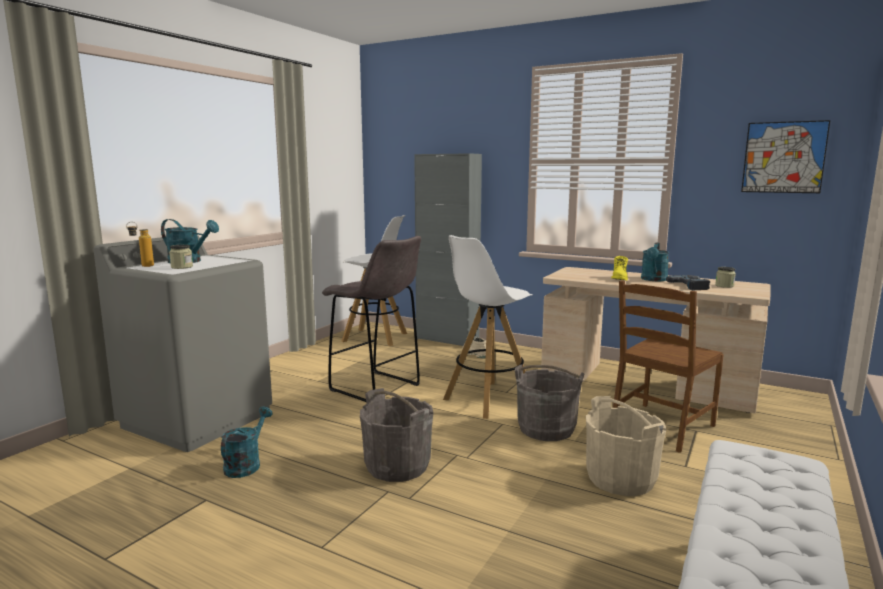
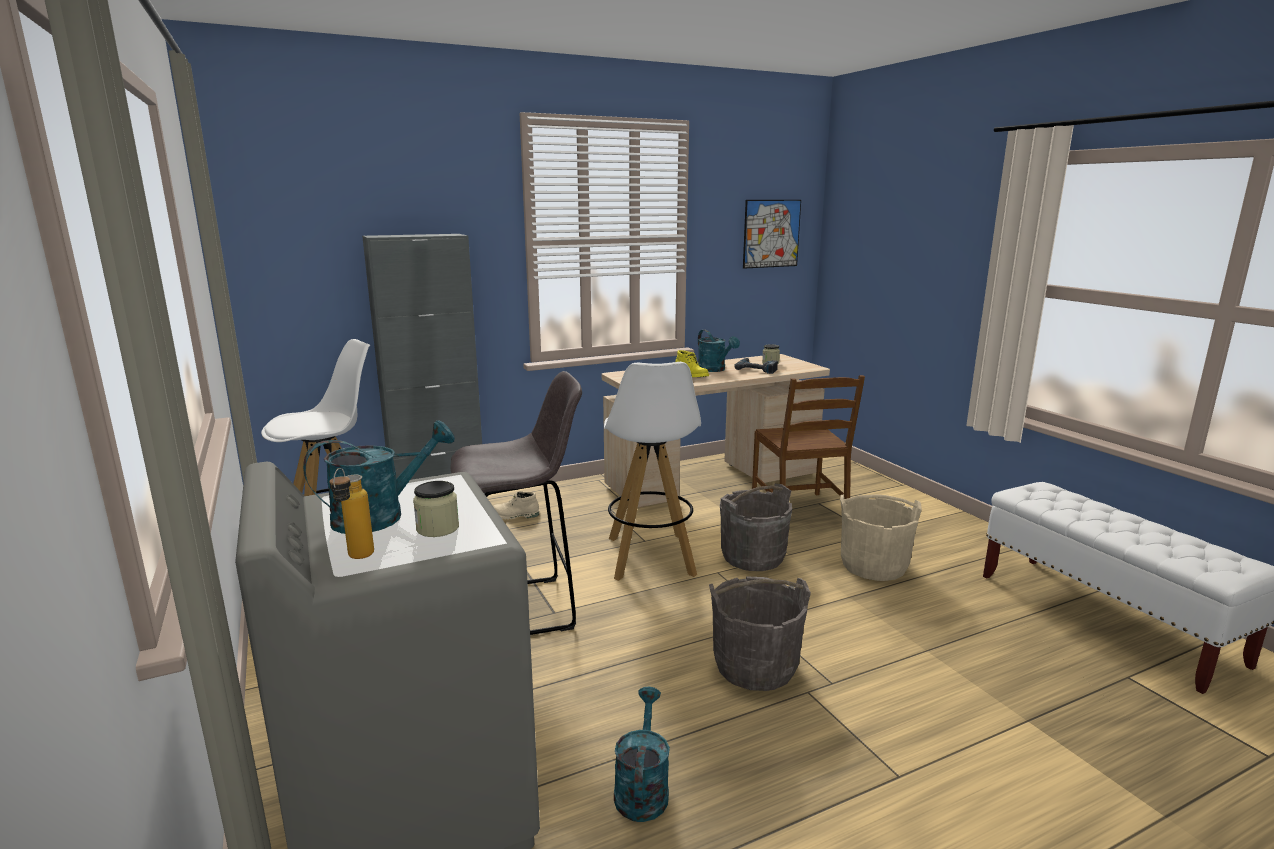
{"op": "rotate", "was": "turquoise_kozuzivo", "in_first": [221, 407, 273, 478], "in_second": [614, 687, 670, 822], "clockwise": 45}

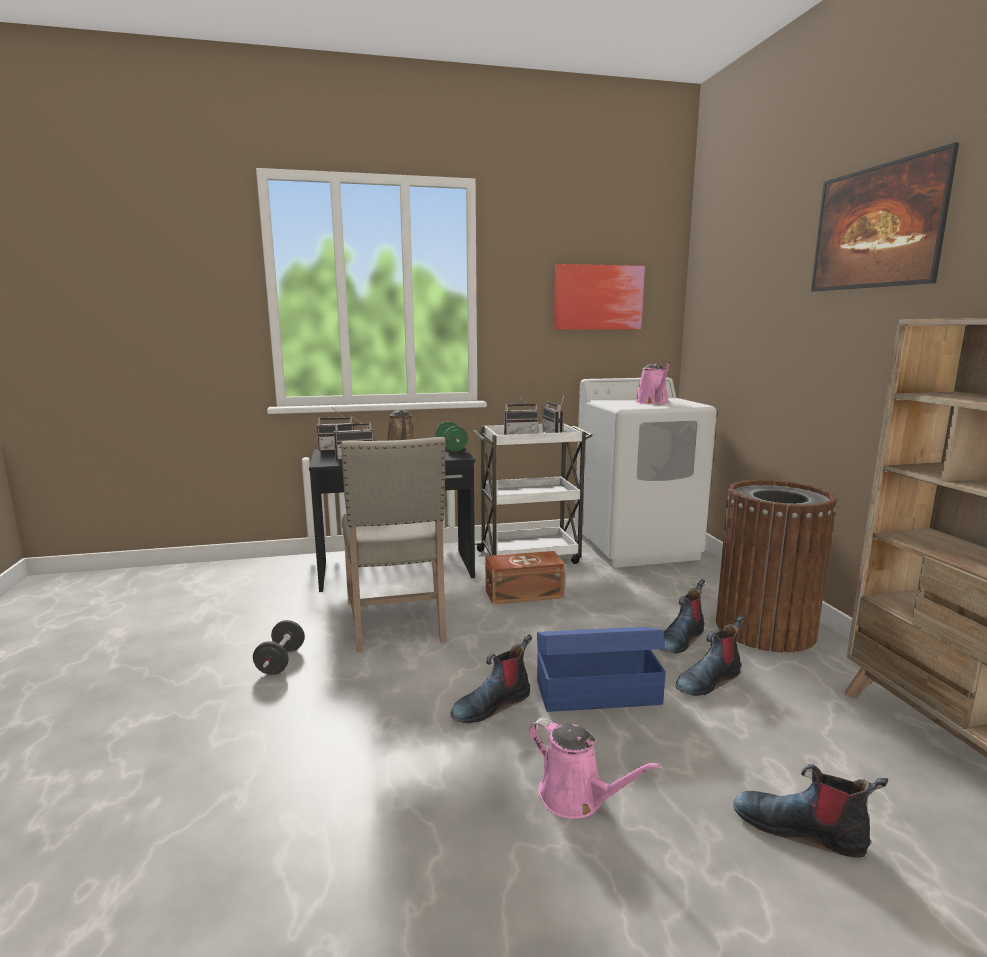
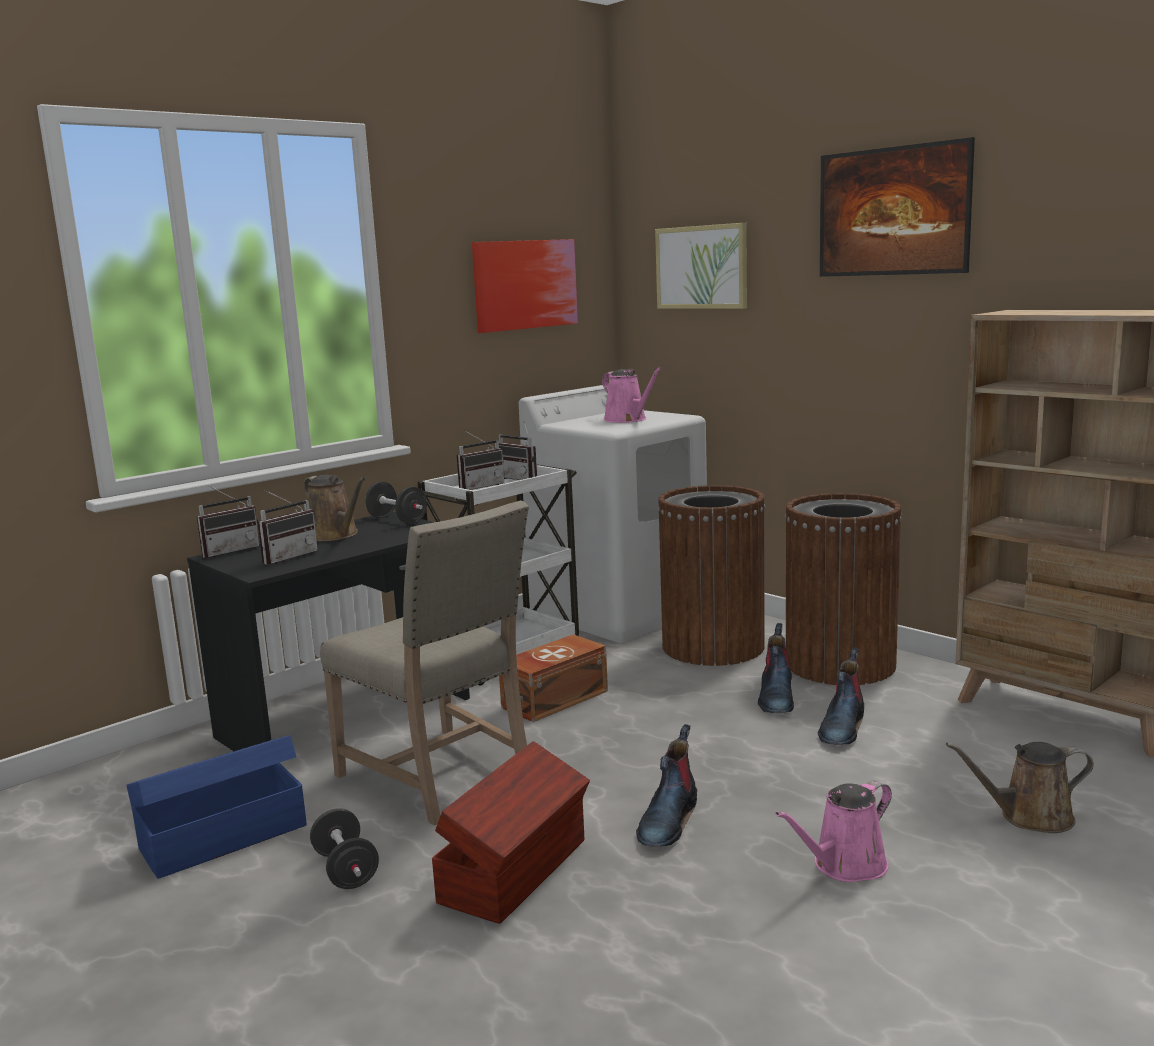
{"op": "recolor", "was": "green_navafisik", "now": "black_navafisik", "in_first": [436, 421, 468, 452], "in_second": [365, 482, 427, 524]}
{"op": "move", "was": "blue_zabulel", "in_first": [537, 627, 666, 712], "in_second": [127, 735, 306, 879]}
{"op": "rotate", "was": "pink_kozuzivo", "in_first": [529, 717, 661, 819], "in_second": [775, 780, 892, 882], "clockwise": 135}
{"op": "replace", "was": "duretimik", "now": "brown_kozuzivo", "in_first": [733, 764, 888, 858], "in_second": [946, 742, 1094, 833]}
{"op": "insert", "now": "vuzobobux", "in_second": [655, 223, 747, 309]}
{"op": "insert", "now": "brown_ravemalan", "in_second": [658, 485, 765, 666]}
{"op": "insert", "now": "brown_zabulel", "in_second": [432, 741, 590, 924]}

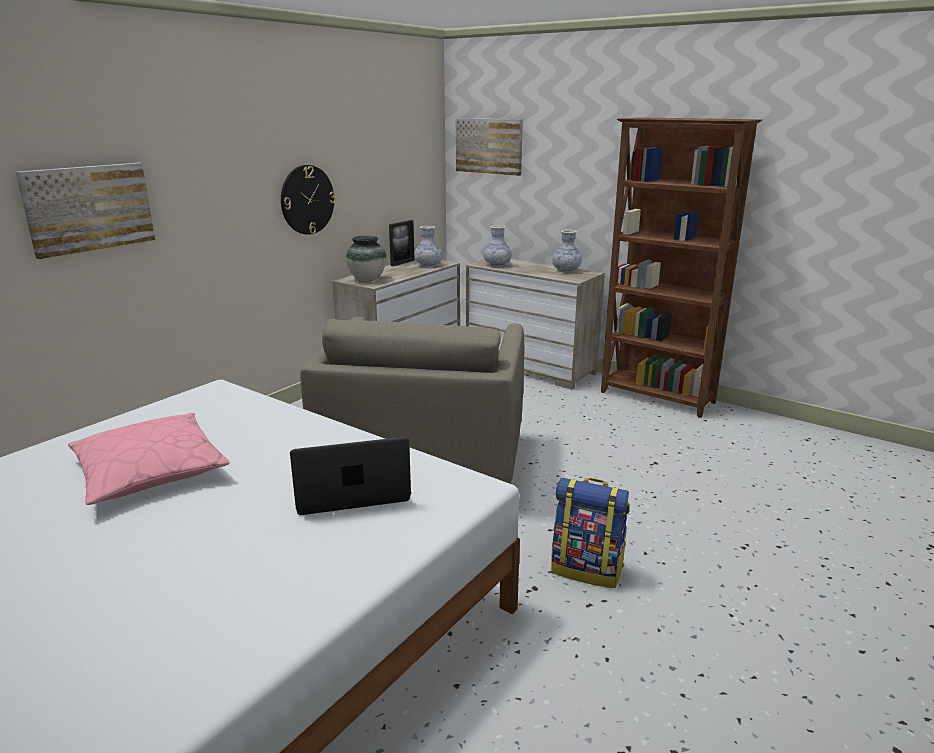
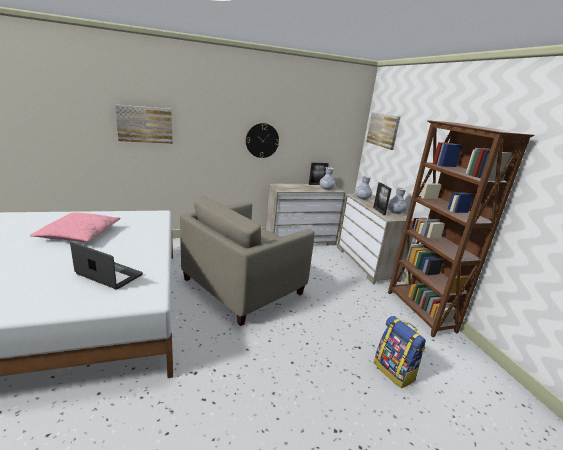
{"op": "delete", "was": "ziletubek", "in_first": [346, 236, 386, 281]}
{"op": "move", "was": "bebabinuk", "in_first": [551, 478, 629, 588], "in_second": [374, 316, 426, 388]}
{"op": "insert", "now": "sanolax", "in_second": [373, 182, 391, 215]}

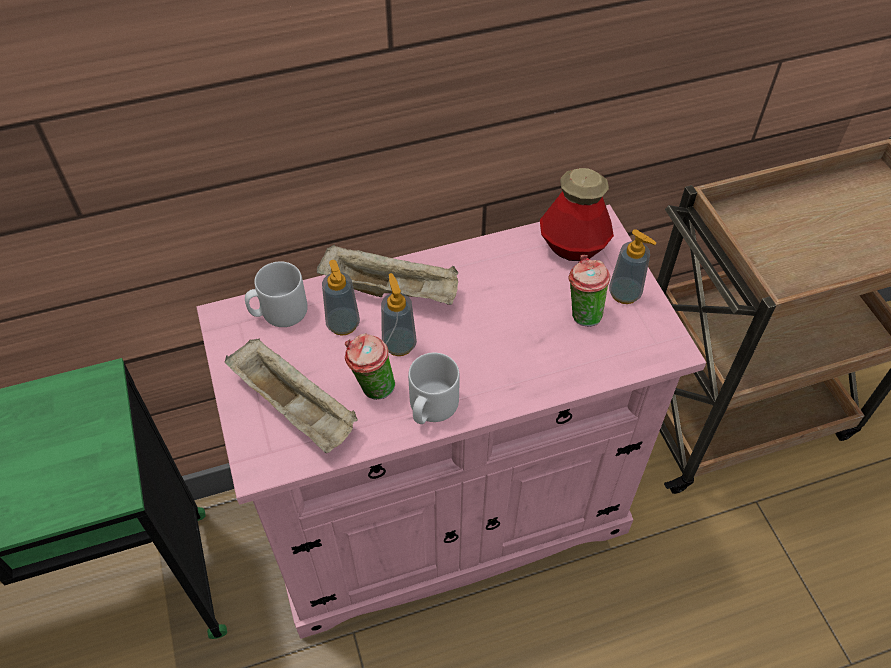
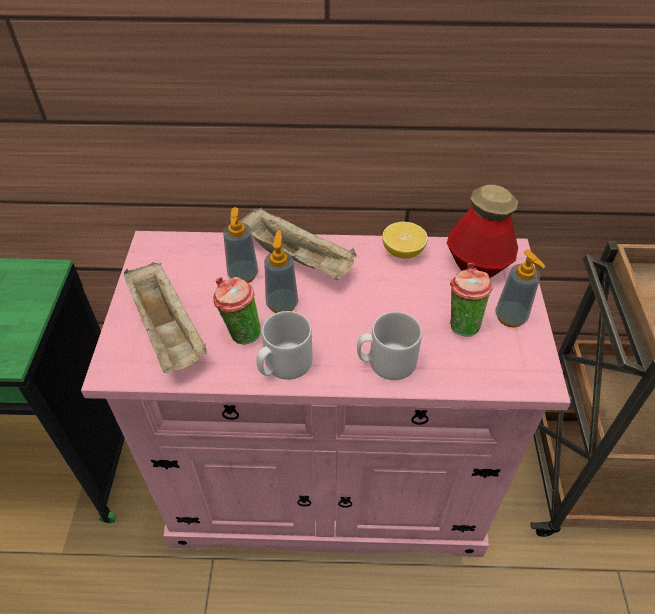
{"op": "move", "was": "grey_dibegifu", "in_first": [245, 262, 308, 327], "in_second": [357, 312, 422, 380]}
{"op": "insert", "now": "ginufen", "in_second": [382, 222, 428, 259]}

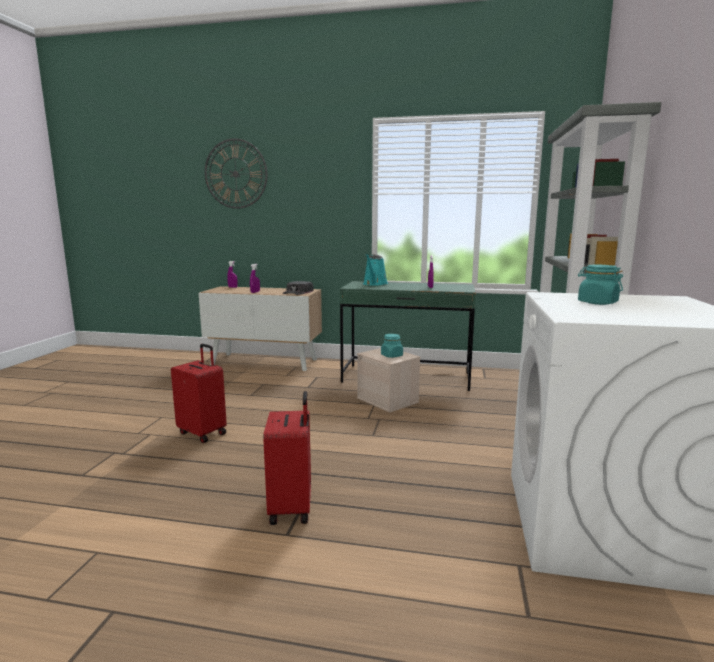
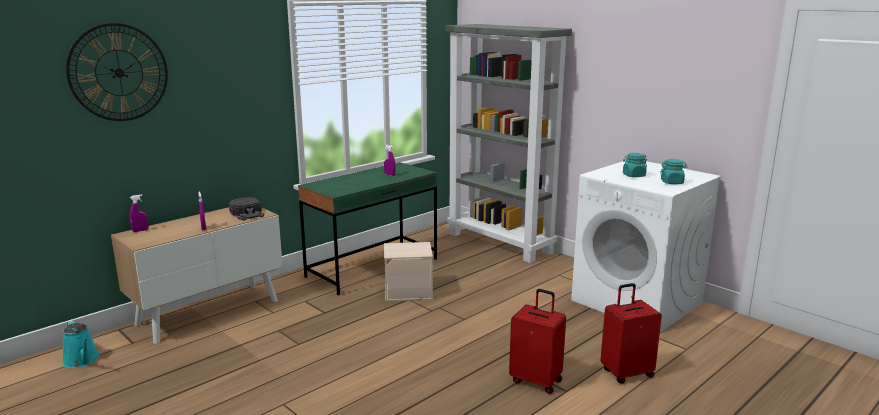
{"op": "move", "was": "turquoise_kozuzivo", "in_first": [363, 254, 388, 286], "in_second": [62, 320, 100, 368]}
{"op": "move", "was": "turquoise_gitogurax", "in_first": [381, 334, 403, 358], "in_second": [660, 159, 688, 184]}
{"op": "move", "was": "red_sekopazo", "in_first": [171, 344, 227, 443], "in_second": [600, 283, 662, 384]}

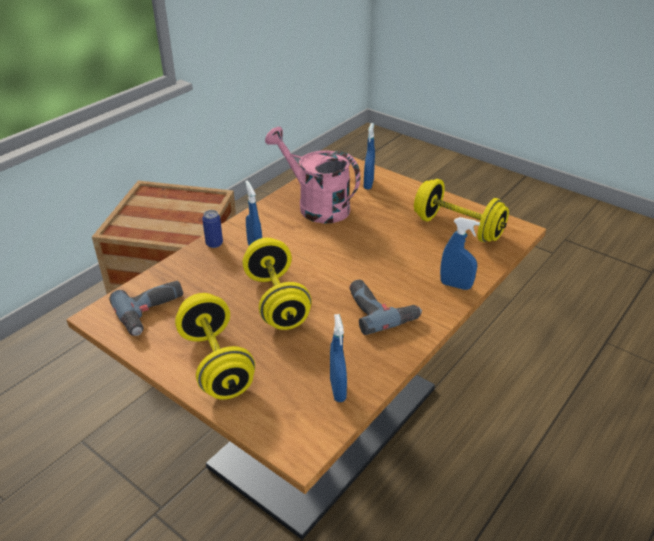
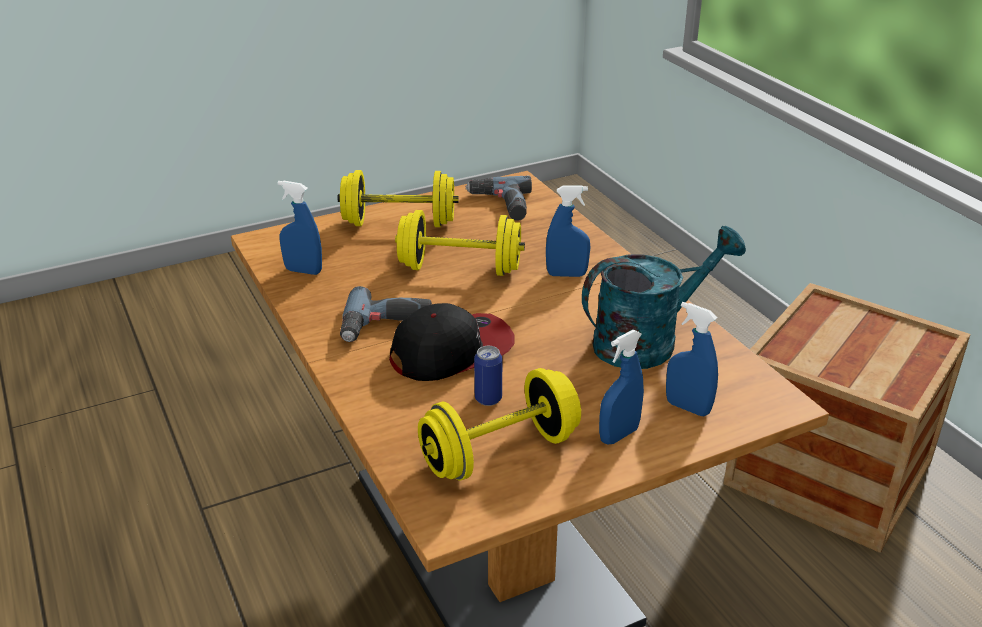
{"op": "recolor", "was": "pink_kozuzivo", "now": "turquoise_kozuzivo", "in_first": [265, 127, 360, 224], "in_second": [582, 226, 746, 369]}
{"op": "move", "was": "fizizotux", "in_first": [202, 210, 223, 248], "in_second": [474, 346, 502, 406]}
{"op": "move", "was": "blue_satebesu", "in_first": [440, 217, 480, 290], "in_second": [599, 330, 644, 445]}
{"op": "insert", "now": "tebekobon", "in_second": [389, 303, 514, 381]}

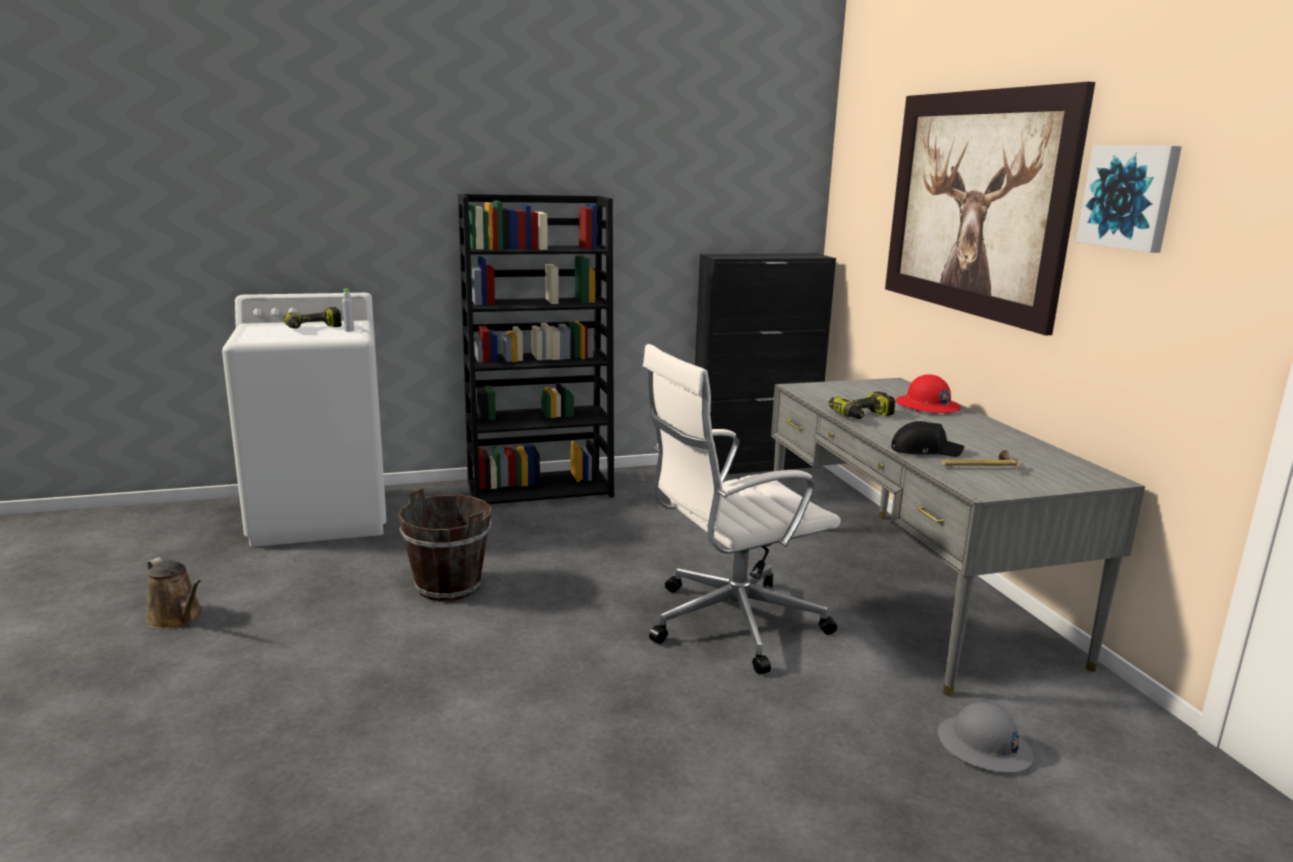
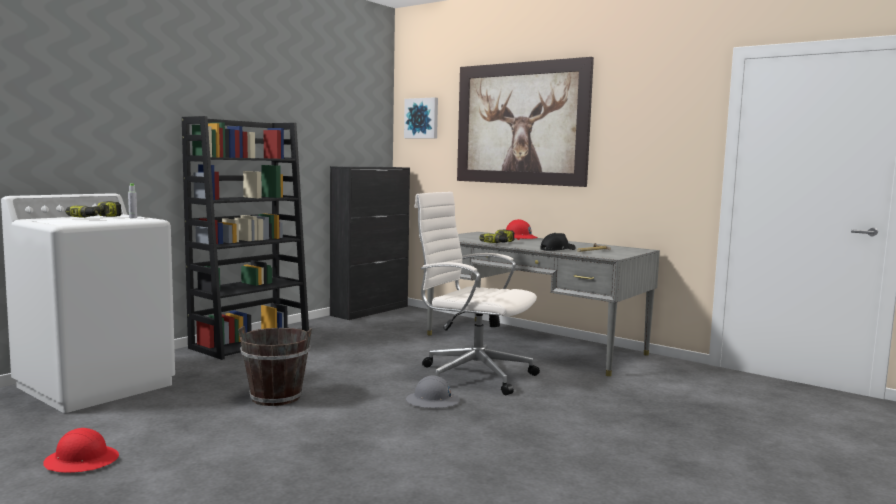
{"op": "move", "was": "vuzobobux", "in_first": [1076, 145, 1182, 253], "in_second": [404, 97, 438, 139]}
{"op": "rotate", "was": "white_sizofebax", "in_first": [643, 344, 841, 674], "in_second": [414, 192, 540, 395], "clockwise": 90}
{"op": "replace", "was": "brown_kozuzivo", "now": "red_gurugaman", "in_first": [146, 557, 202, 629], "in_second": [43, 428, 119, 473]}
{"op": "move", "was": "grey_gurugaman", "in_first": [938, 702, 1034, 773], "in_second": [406, 376, 460, 409]}

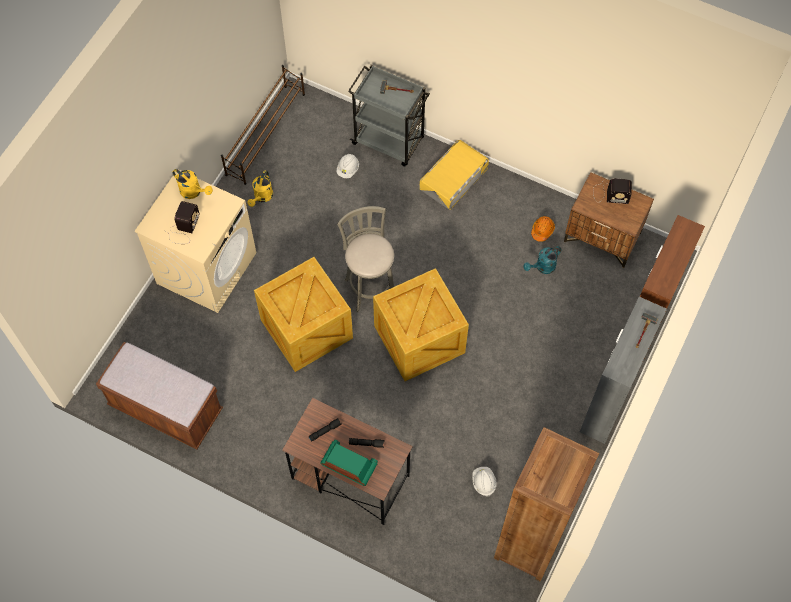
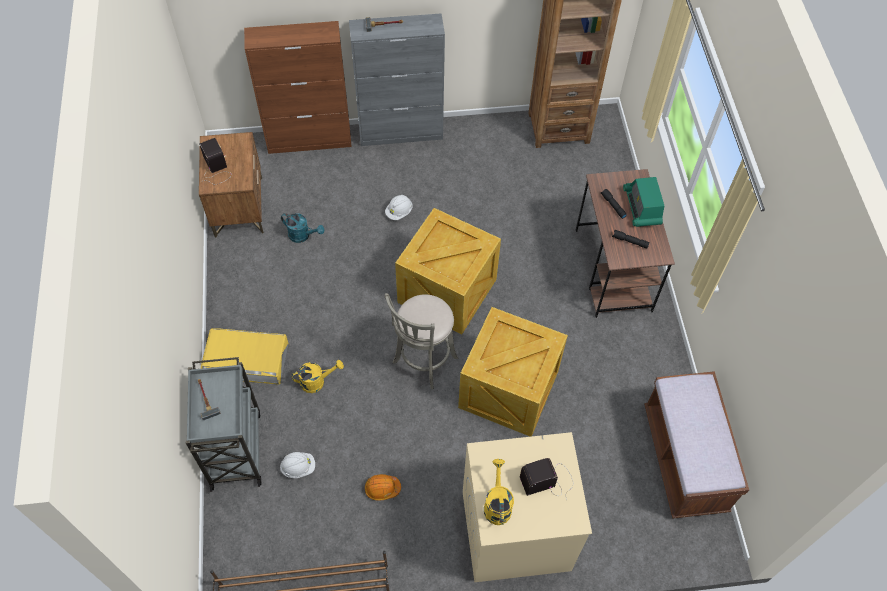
{"op": "move", "was": "yellow_kozuzivo", "in_first": [247, 171, 273, 207], "in_second": [292, 360, 344, 393]}
{"op": "move", "was": "orange_gurugaman", "in_first": [531, 216, 555, 242], "in_second": [365, 474, 401, 500]}
{"op": "move", "was": "white_gurugaman", "in_first": [472, 467, 497, 497], "in_second": [385, 195, 413, 220]}

